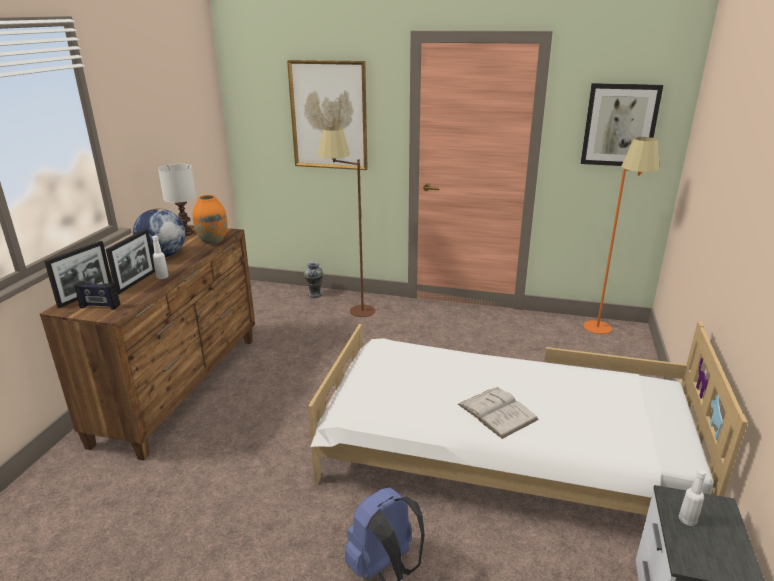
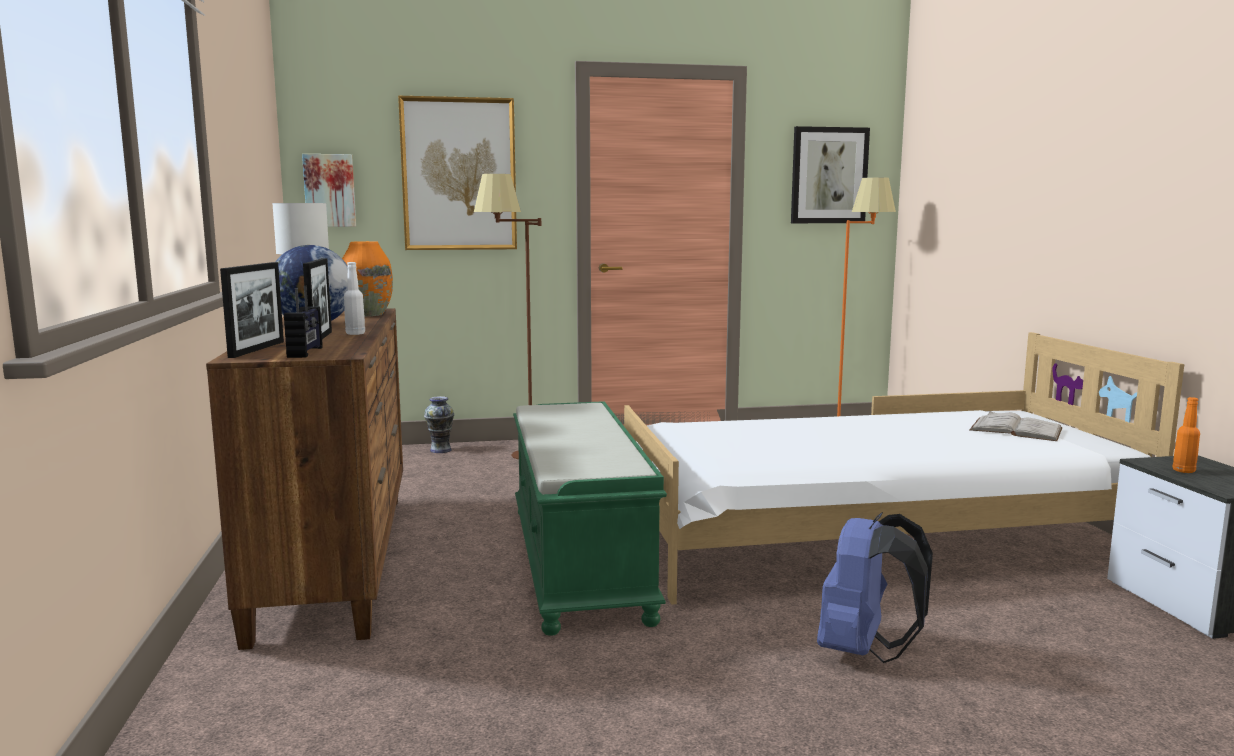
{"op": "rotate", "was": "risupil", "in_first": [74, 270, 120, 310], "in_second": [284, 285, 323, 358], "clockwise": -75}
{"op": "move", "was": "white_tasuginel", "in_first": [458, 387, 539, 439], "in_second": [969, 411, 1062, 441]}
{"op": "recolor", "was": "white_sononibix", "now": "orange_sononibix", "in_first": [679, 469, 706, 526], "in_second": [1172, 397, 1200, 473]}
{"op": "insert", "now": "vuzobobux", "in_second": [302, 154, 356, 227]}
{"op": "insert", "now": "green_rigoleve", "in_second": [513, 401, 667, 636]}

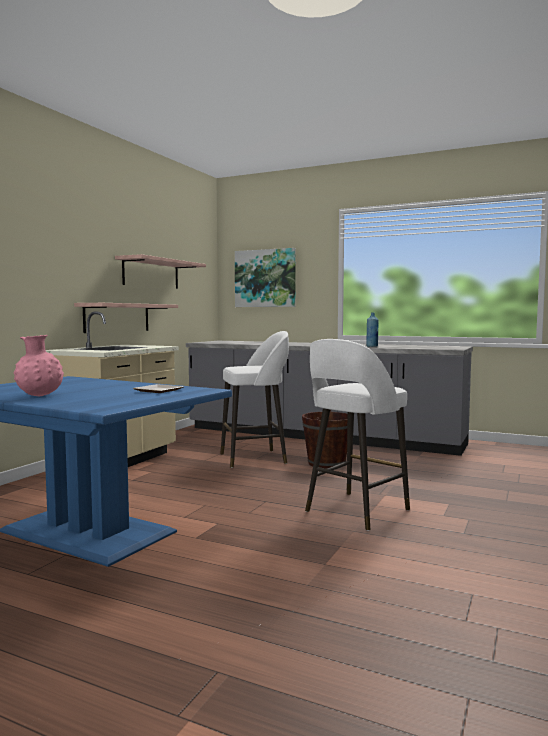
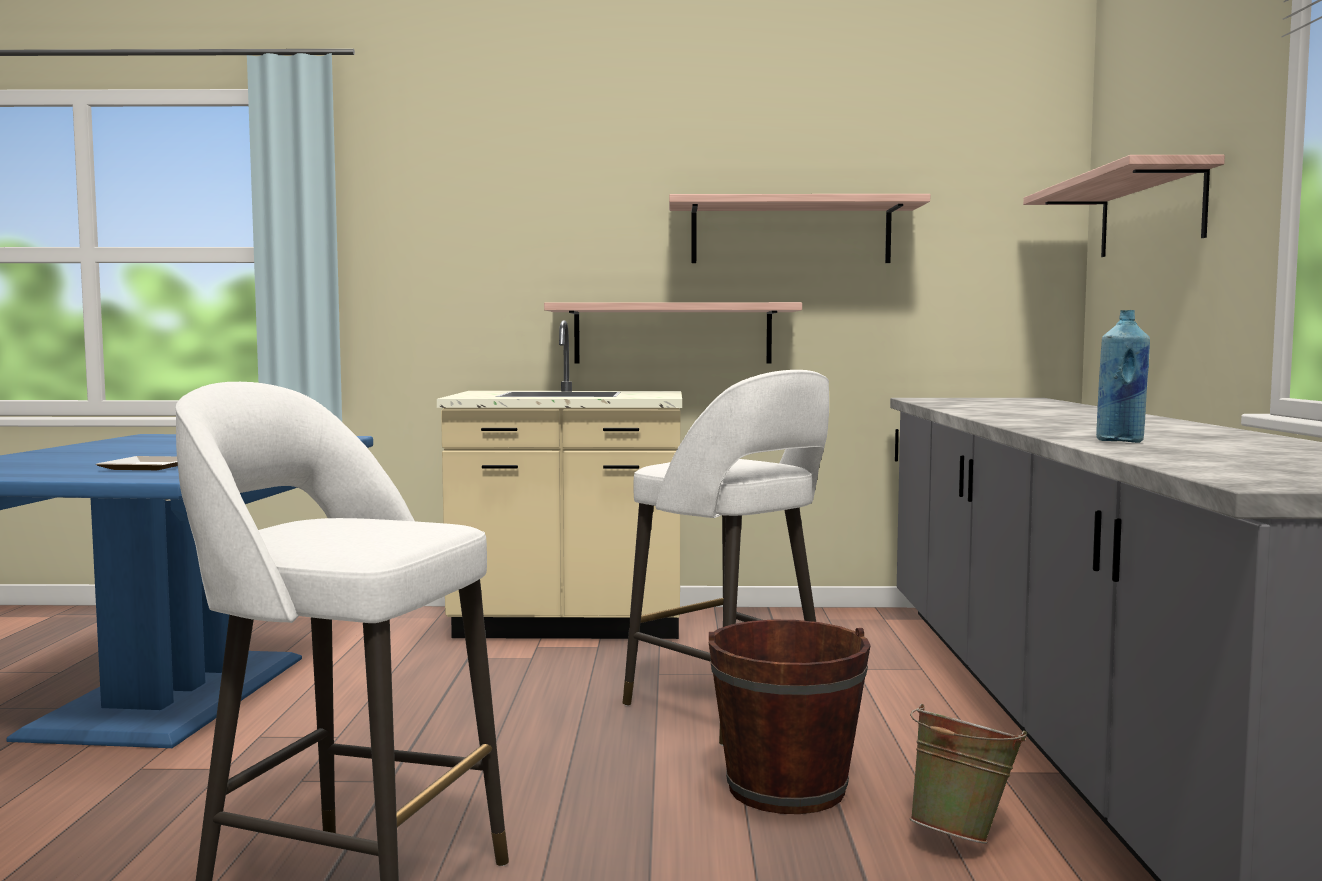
{"op": "replace", "was": "vuzobobux", "now": "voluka", "in_first": [235, 248, 296, 307], "in_second": [1023, 155, 1225, 257]}
{"op": "delete", "was": "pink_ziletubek", "in_first": [13, 335, 64, 396]}
{"op": "insert", "now": "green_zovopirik", "in_second": [910, 704, 1027, 844]}

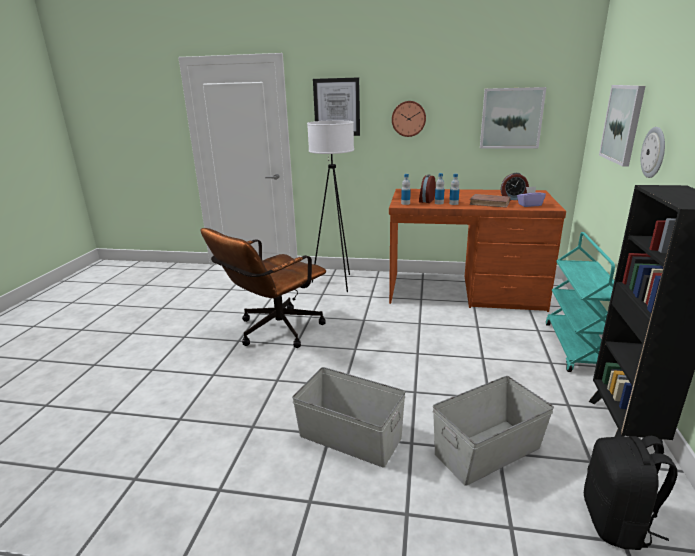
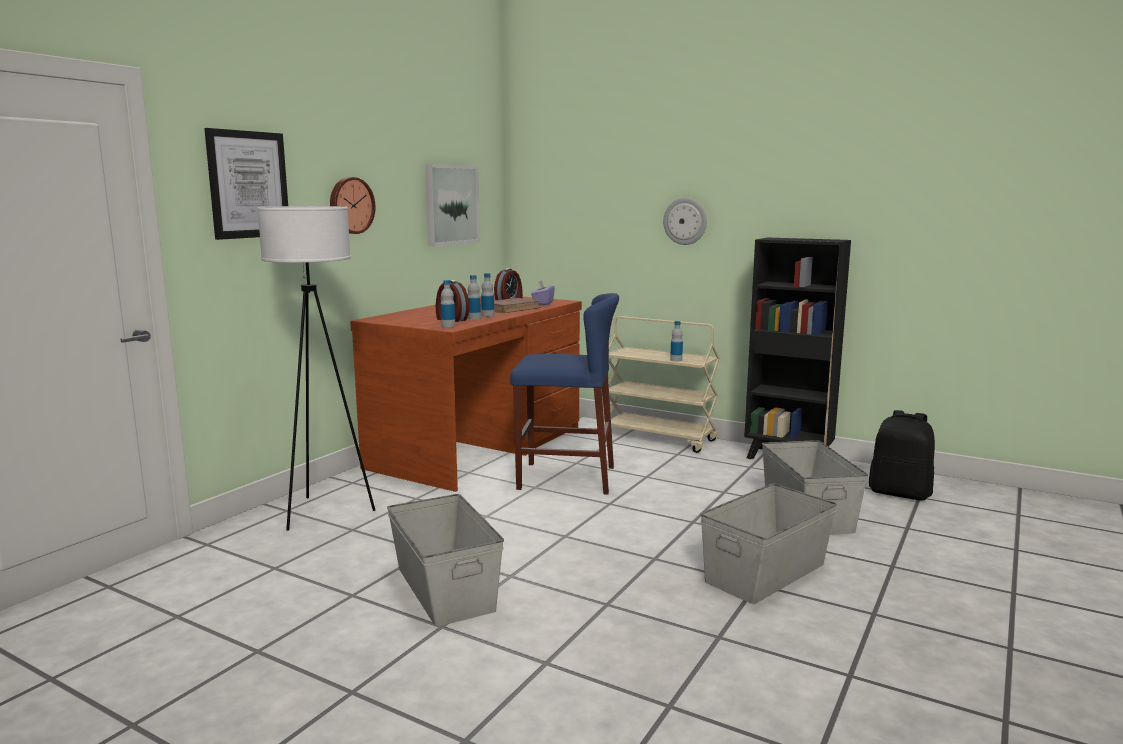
{"op": "delete", "was": "vuzobobux", "in_first": [599, 85, 645, 166]}
{"op": "replace", "was": "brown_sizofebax", "now": "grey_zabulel", "in_first": [201, 228, 326, 348], "in_second": [387, 494, 504, 627]}
{"op": "recolor", "was": "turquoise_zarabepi", "now": "beige_zarabepi", "in_first": [546, 232, 615, 372], "in_second": [604, 316, 720, 453]}
{"op": "insert", "now": "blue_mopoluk", "in_second": [510, 293, 619, 495]}
{"op": "insert", "now": "sononibix", "in_second": [670, 321, 683, 361]}

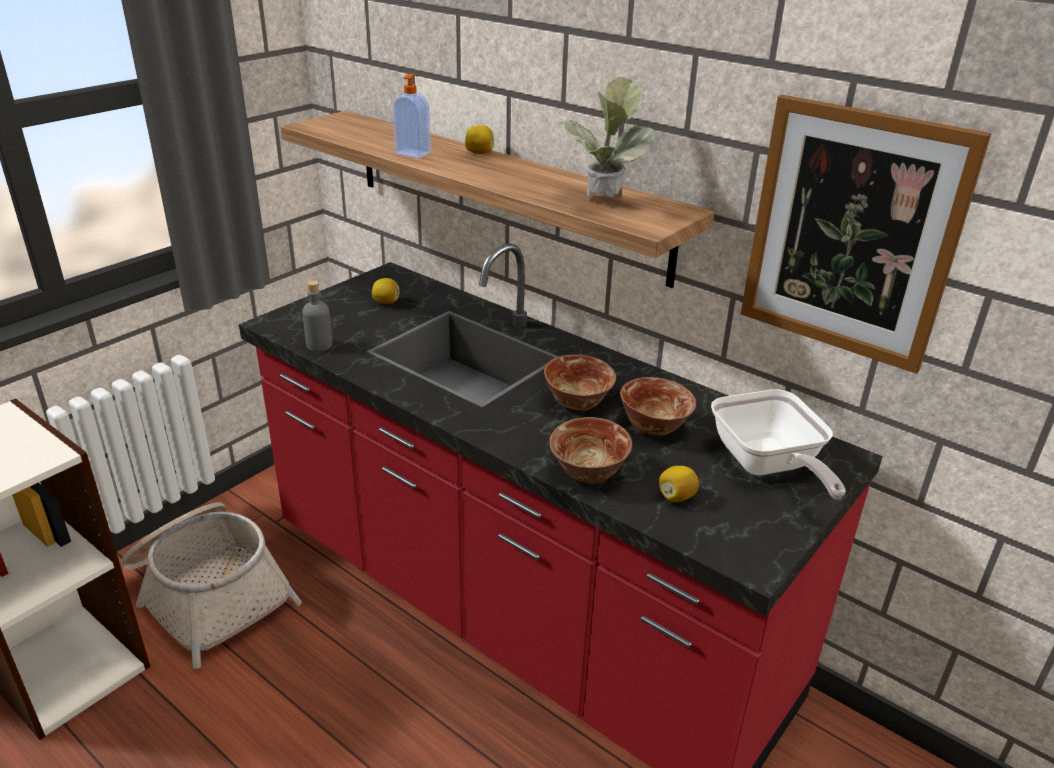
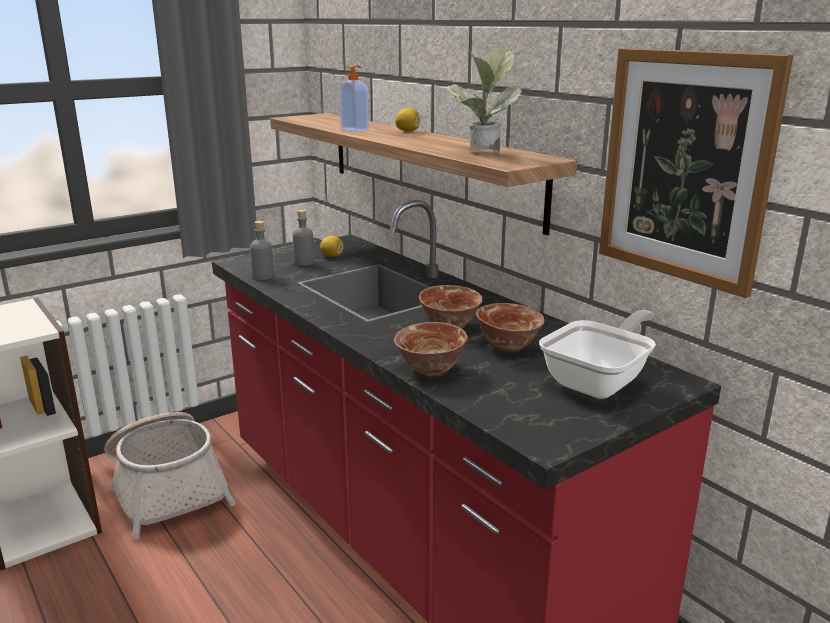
{"op": "rotate", "was": "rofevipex", "in_first": [711, 389, 846, 499], "in_second": [539, 310, 656, 399], "clockwise": -135}
{"op": "delete", "was": "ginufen", "in_first": [659, 466, 699, 502]}
{"op": "insert", "now": "grey_sononibix", "in_second": [293, 210, 314, 266]}

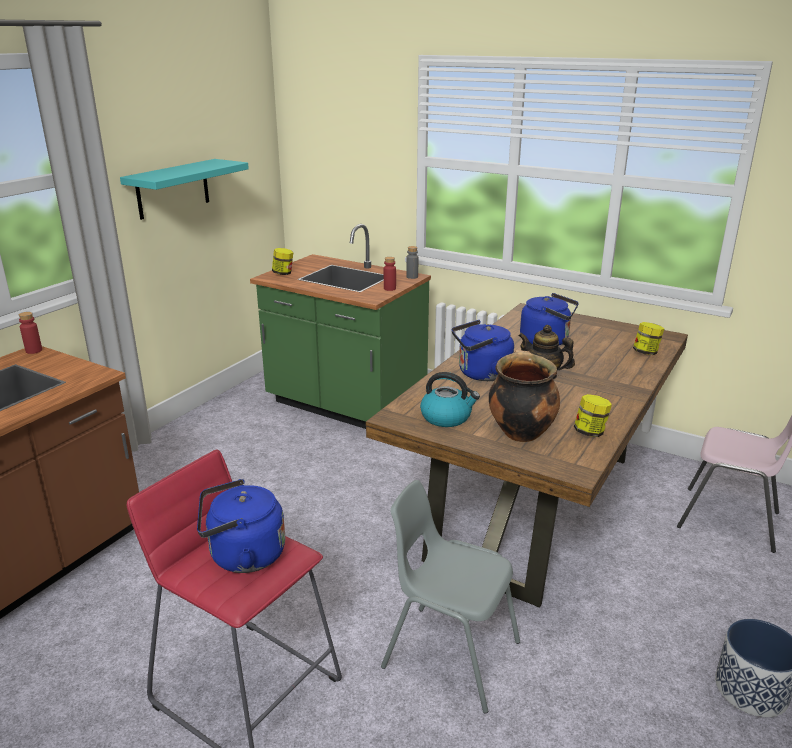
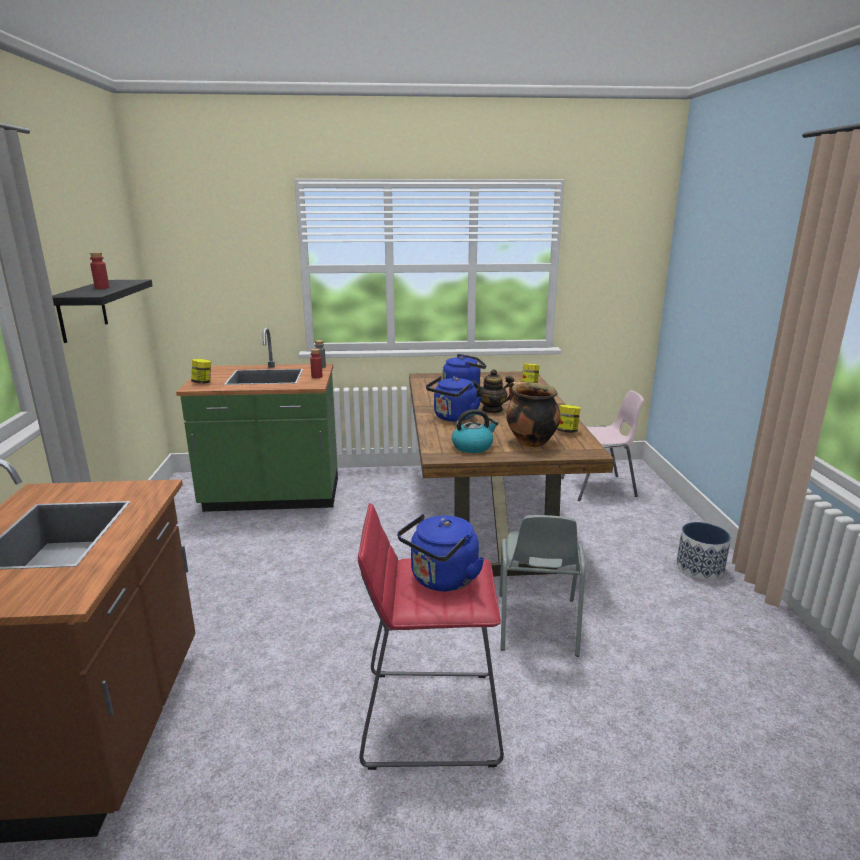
{"op": "recolor", "was": "turquoise_voluka", "now": "black_voluka", "in_first": [120, 159, 249, 220], "in_second": [52, 280, 153, 343]}
{"op": "move", "was": "red_sononibix", "in_first": [19, 312, 42, 354], "in_second": [90, 252, 109, 289]}
{"op": "rotate", "was": "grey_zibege", "in_first": [381, 480, 520, 714], "in_second": [499, 515, 585, 657], "clockwise": -75}

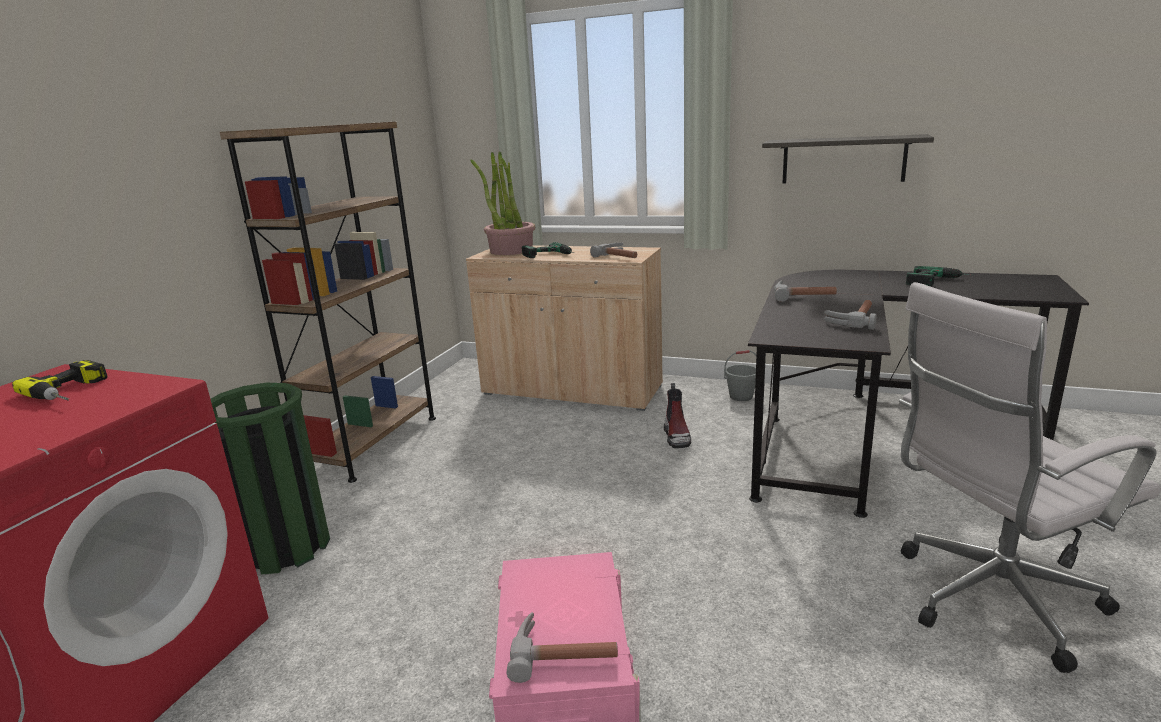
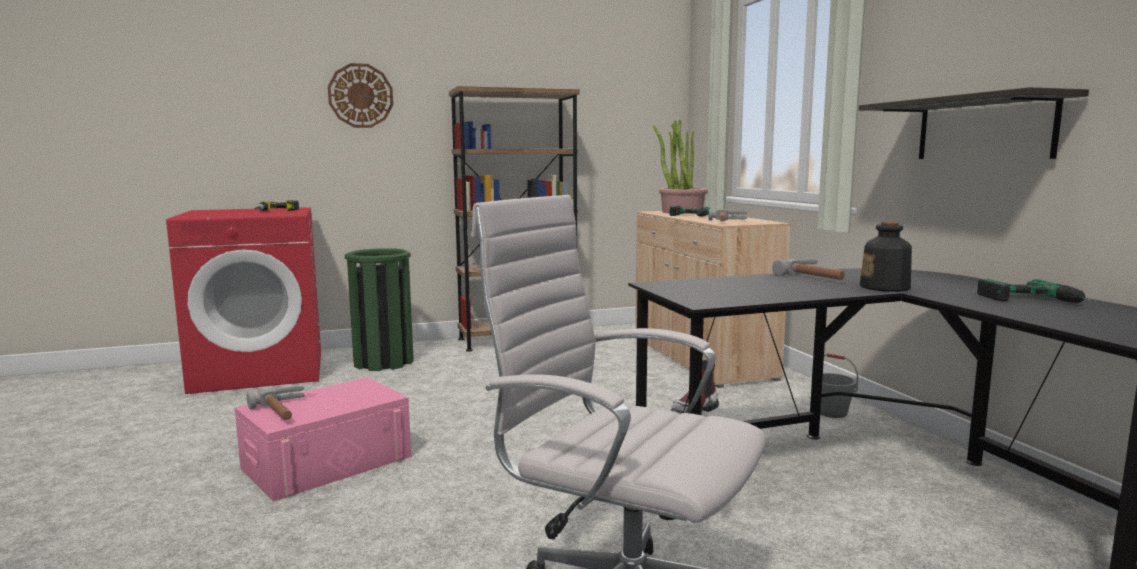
{"op": "delete", "was": "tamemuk", "in_first": [824, 300, 877, 330]}
{"op": "insert", "now": "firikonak", "in_second": [328, 63, 393, 128]}
{"op": "insert", "now": "sononibix", "in_second": [860, 222, 912, 292]}

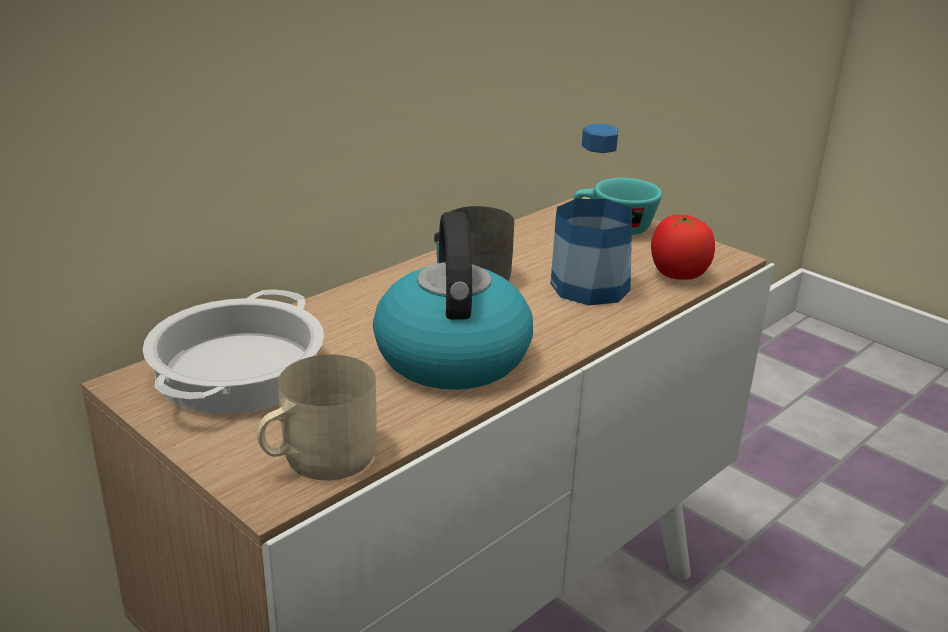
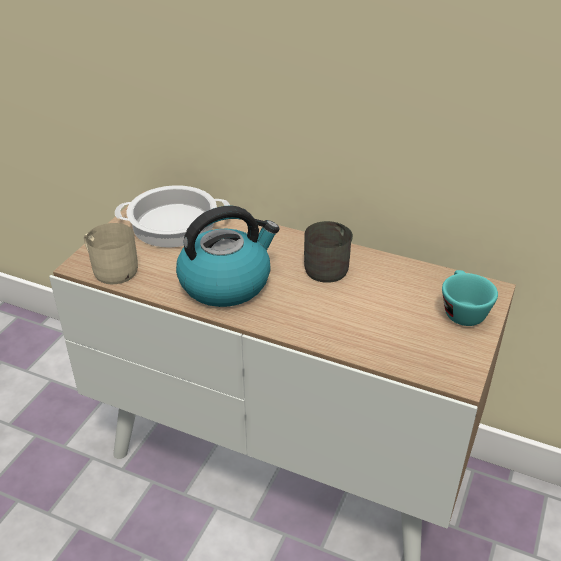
{"op": "delete", "was": "sononibix", "in_first": [550, 124, 632, 305]}
{"op": "delete", "was": "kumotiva", "in_first": [651, 215, 715, 280]}

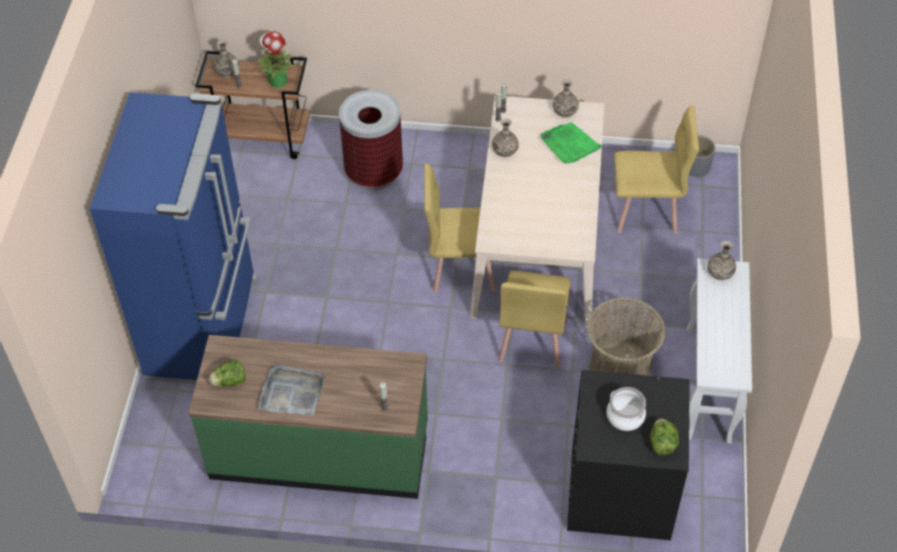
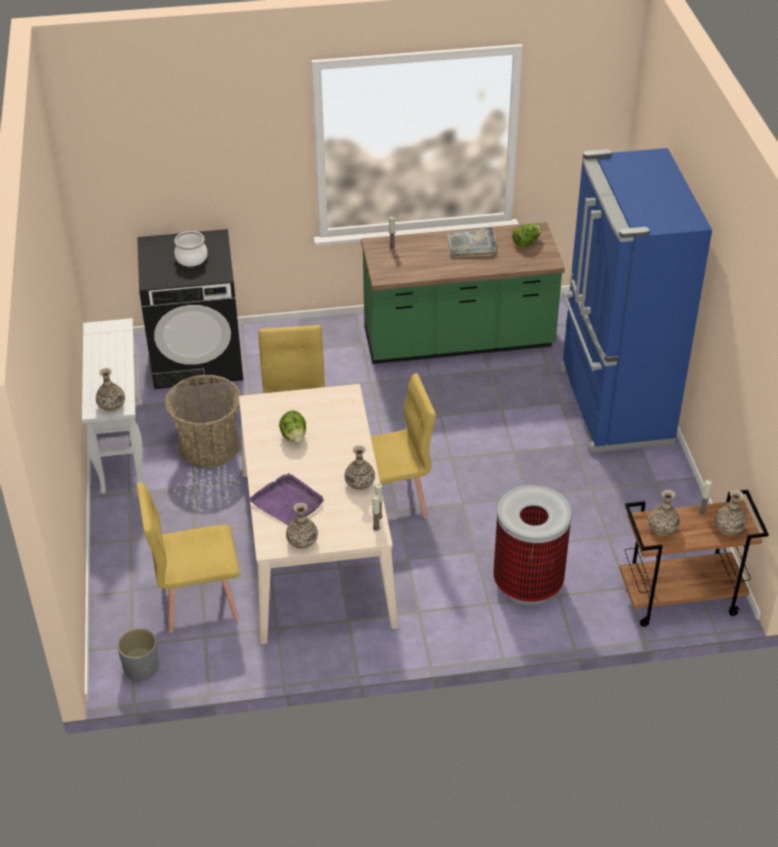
{"op": "replace", "was": "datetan", "now": "ziletubek", "in_first": [256, 31, 295, 88], "in_second": [648, 490, 680, 536]}
{"op": "recolor", "was": "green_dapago", "now": "purple_dapago", "in_first": [541, 122, 603, 164], "in_second": [249, 473, 324, 525]}
{"op": "move", "was": "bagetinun", "in_first": [650, 419, 679, 456], "in_second": [279, 411, 306, 443]}

